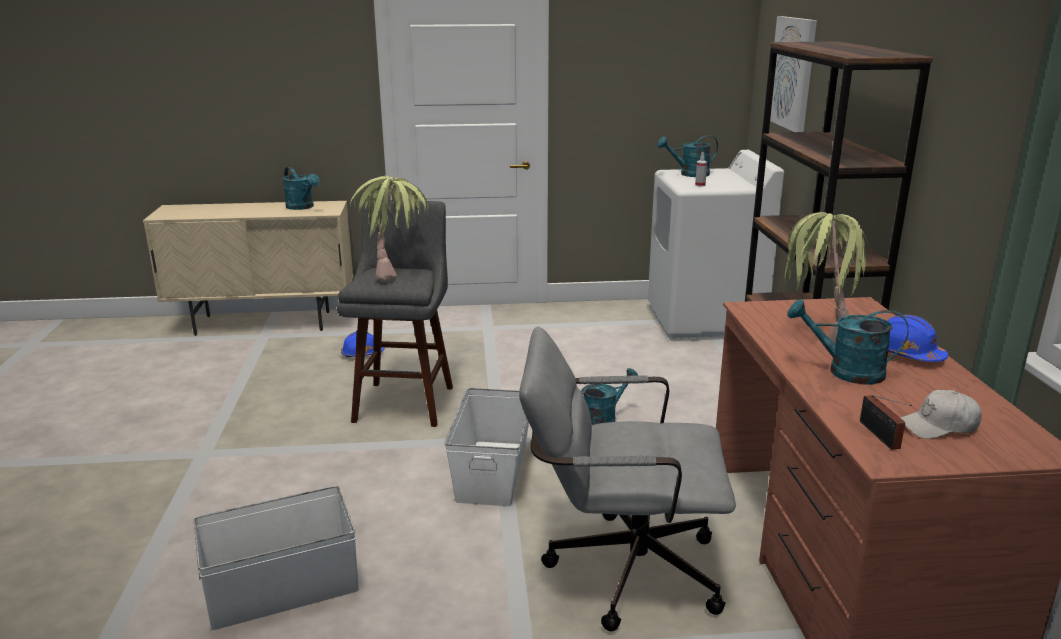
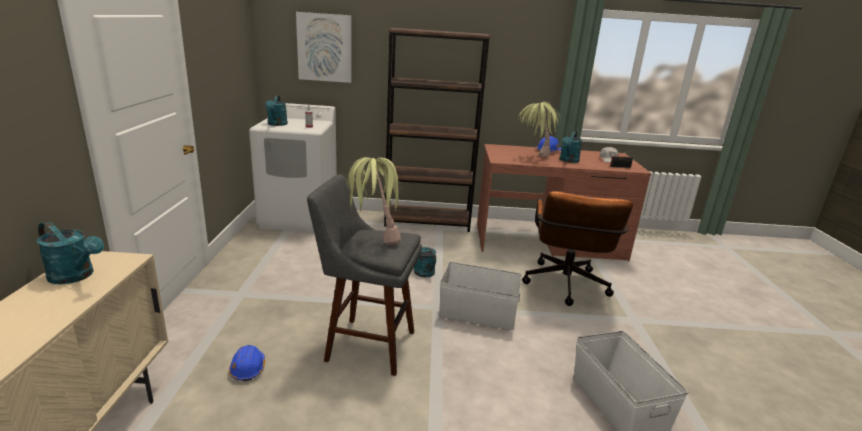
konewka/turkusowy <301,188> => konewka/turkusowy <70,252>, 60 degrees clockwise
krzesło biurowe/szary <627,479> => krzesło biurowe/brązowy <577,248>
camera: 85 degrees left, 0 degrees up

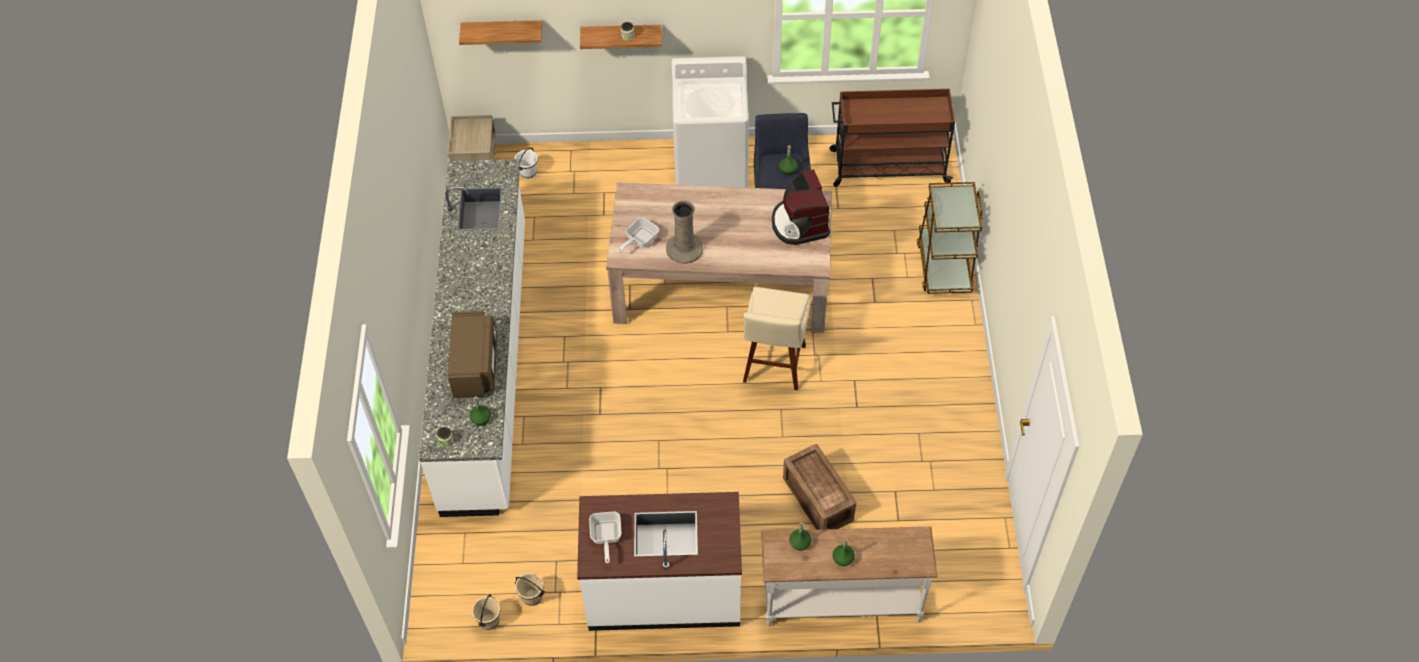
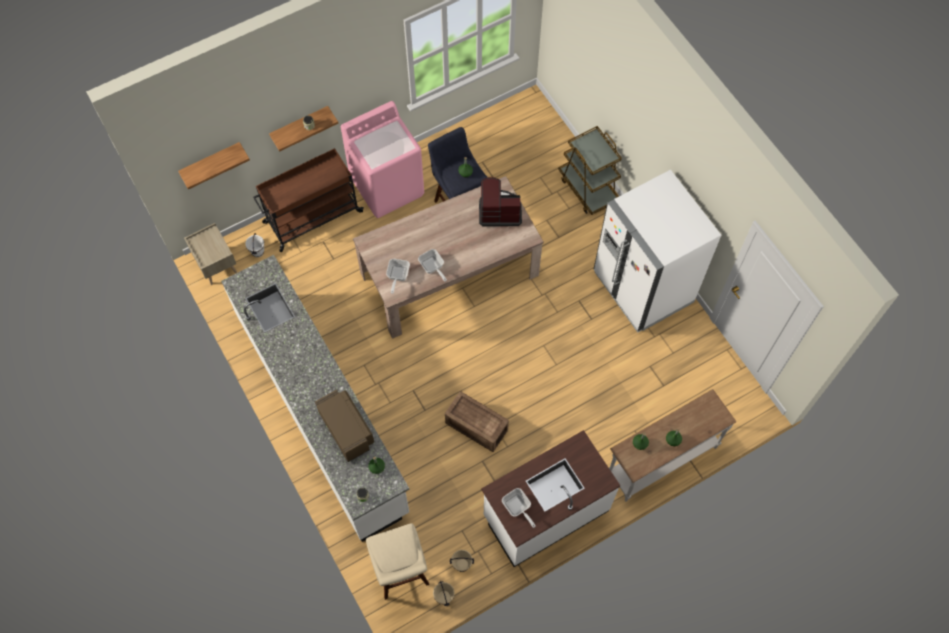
wózek/brązowy <892,138> => wózek/brązowy <308,200>, shifted
pralka/biały <710,122> => pralka/różowy <382,159>
stołek/beżowy <777,338> => stołek/beżowy <397,561>, shifted
wazon/beżowy <684,232> => patelnia <432,265>
skrzynka <819,487> => skrzynka <477,421>, shifted
ekspres do kawy <801,207> => ekspres do kawy <500,202>, 135 degrees clockwise
nothing => lodówka/biały <657,251>
camera: 30 degrees left, 10 degrees up

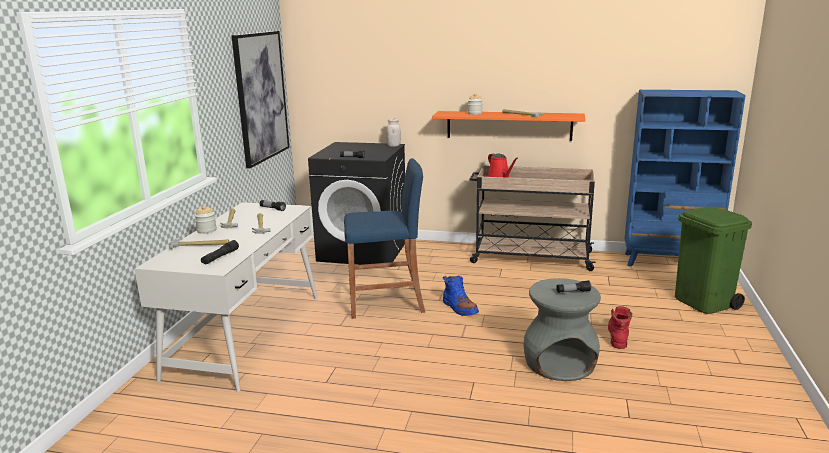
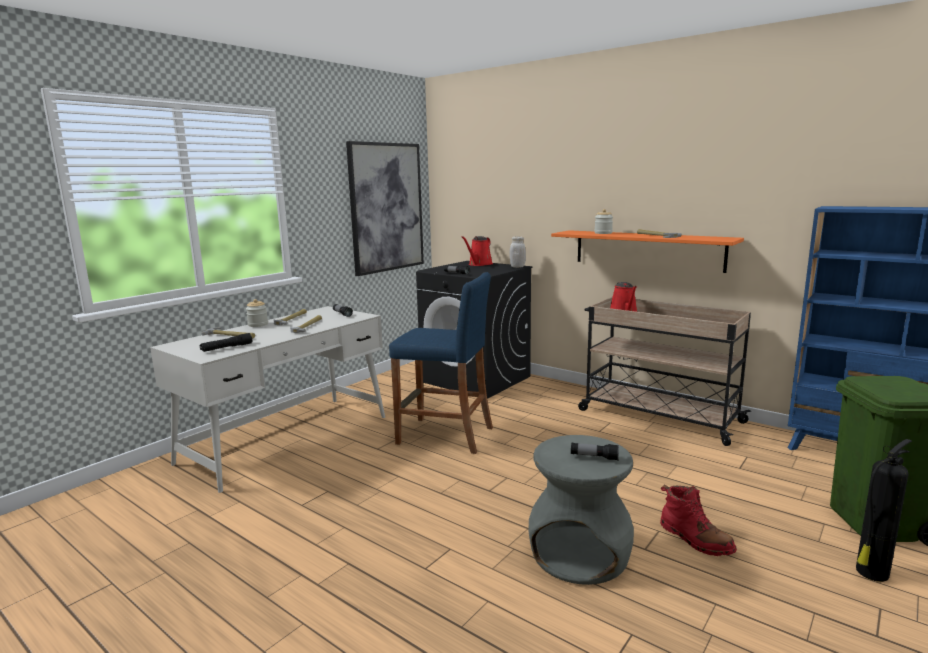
nothing => konewka/czerwony <477,251>
but z cholewką/czerwony <620,327> => but z cholewką/czerwony <698,520>, 105 degrees clockwise
nothing => gaśnica <884,510>
but z cholewką/niebieski <461,295> => nothing
camera: 25 degrees right, 5 degrees down

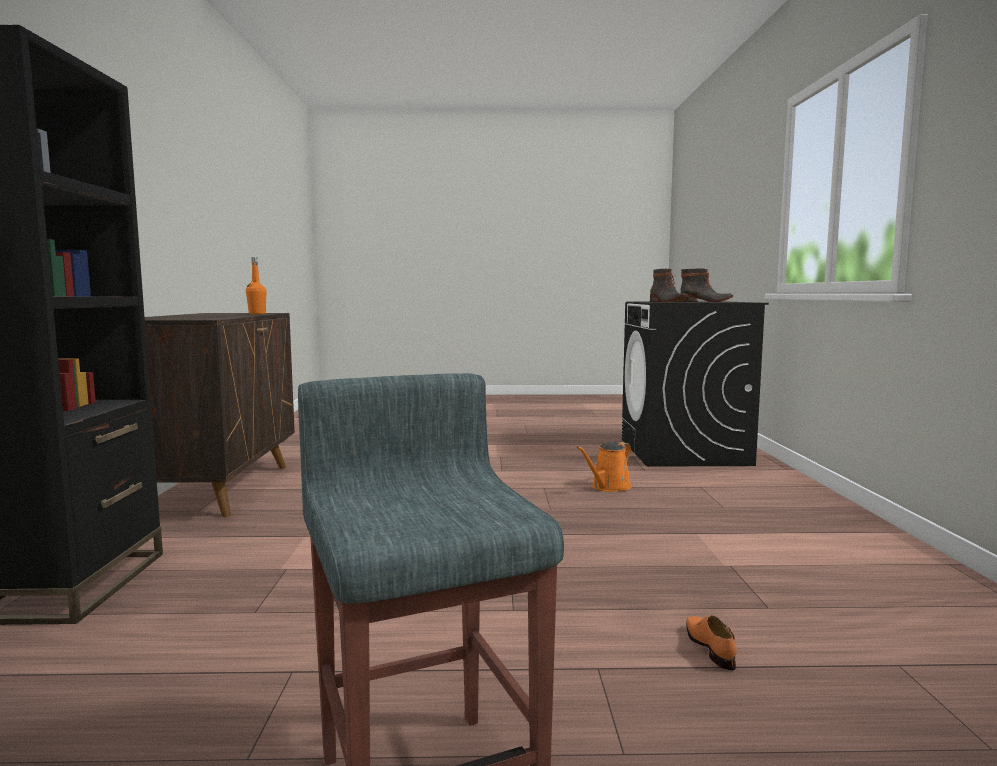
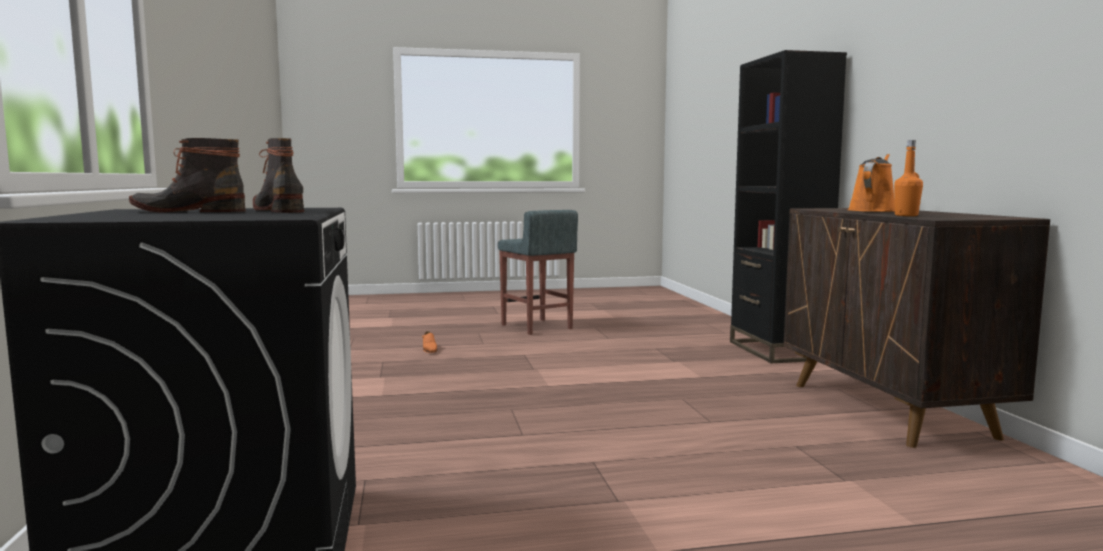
konewka/pomarańczowy <604,467> => konewka/pomarańczowy <871,183>, shifted
camera: 170 degrees right, 0 degrees up

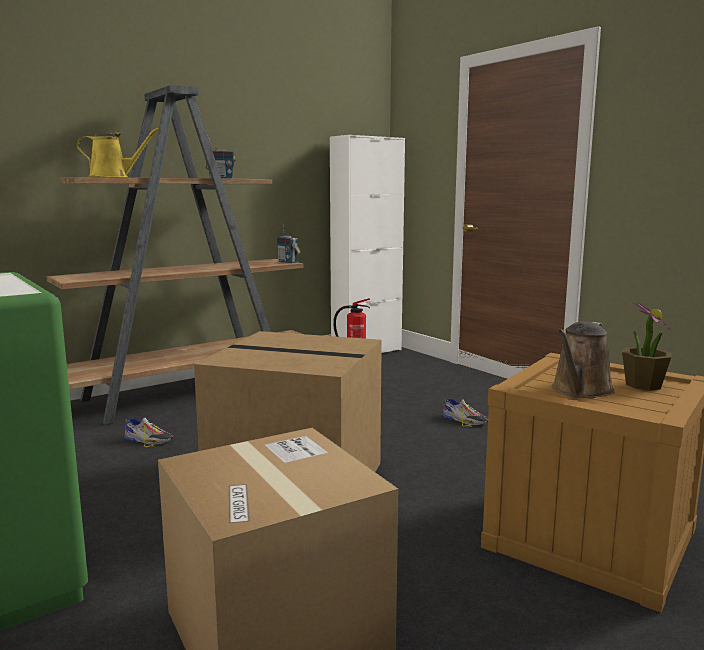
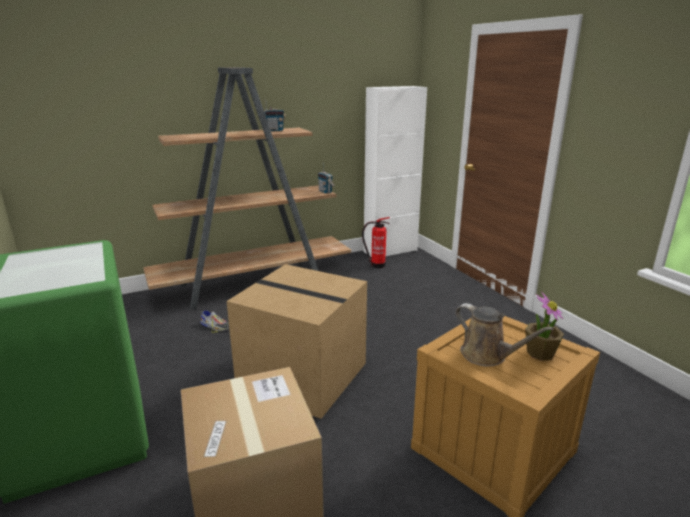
konewka/brązowy <583,360> => konewka/brązowy <505,335>, 90 degrees counterclockwise
konewka/żółty <117,152> => nothing
but <465,413> => nothing
camera: 10 degrees right, 10 degrees up

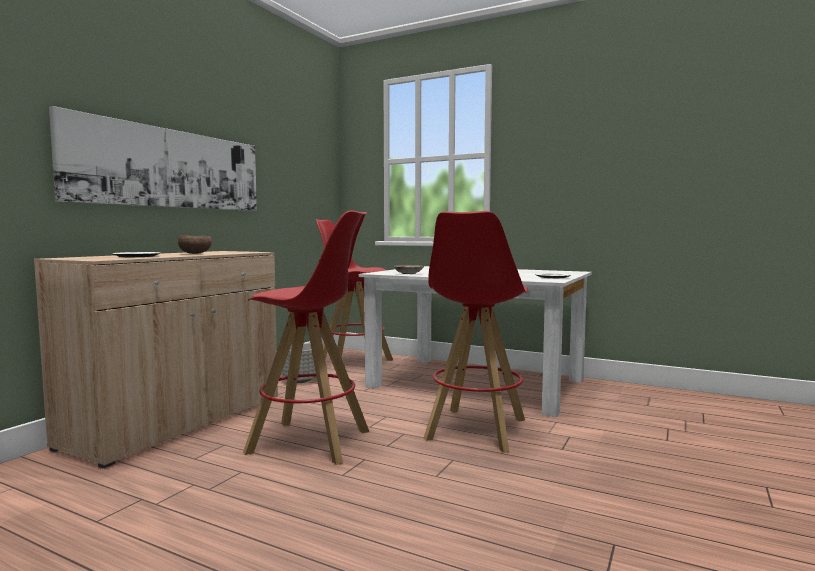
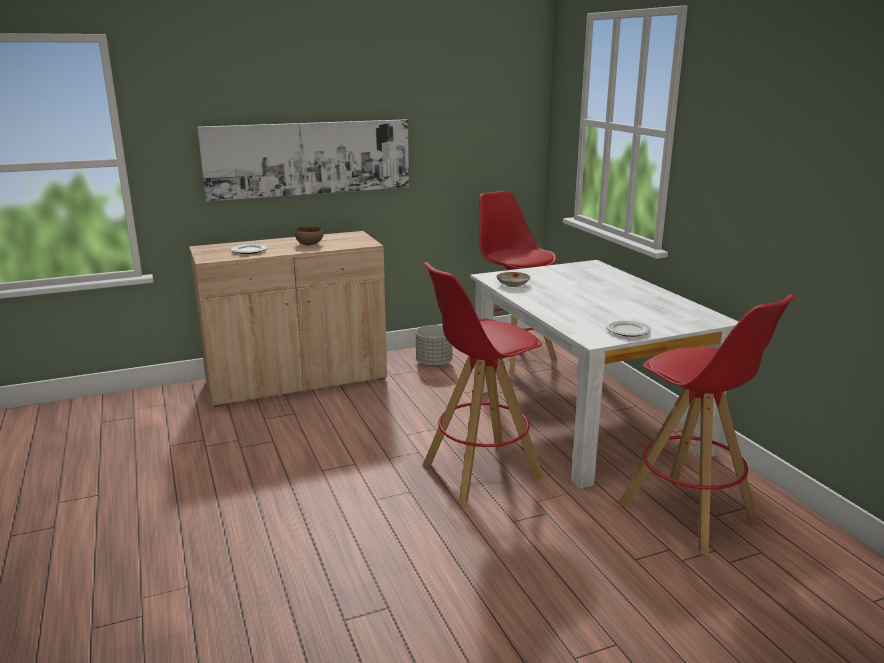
stołek/czerwony <306,337> => stołek/czerwony <707,424>, shifted
camera: 40 degrees right, 15 degrees up

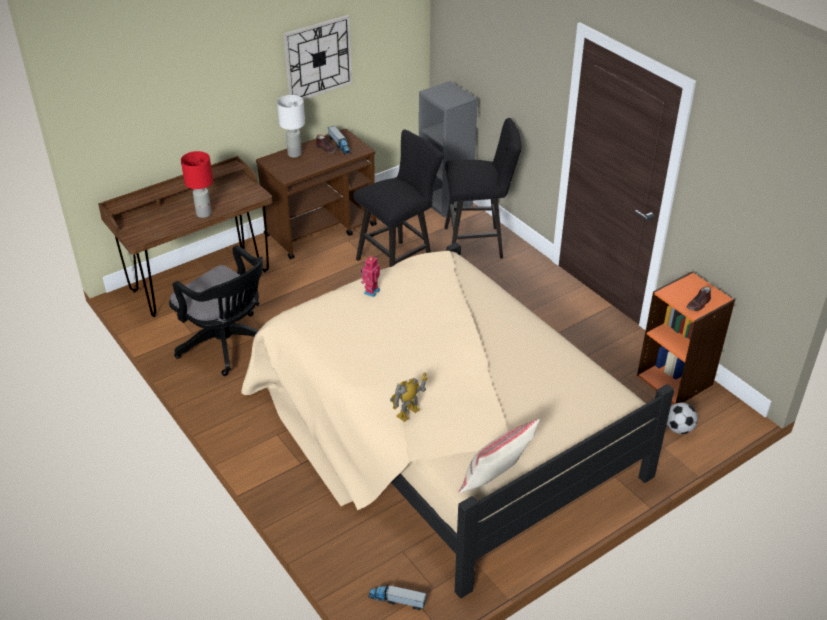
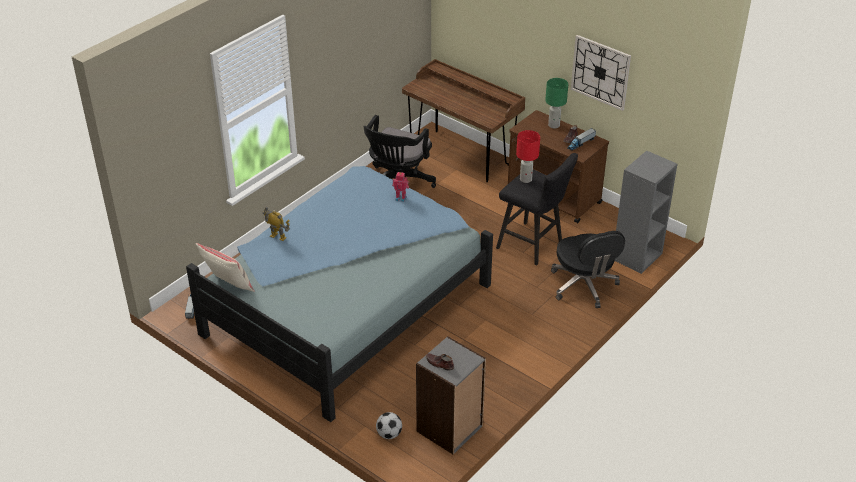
łóżko/beżowy <458,420> => łóżko/niebieski <339,294>
regał/pomarańczowy <686,338> => regał/szary <451,395>
lampa stołowa/czerwony <197,184> => lampa stołowa/czerwony <528,156>, shifted
lampa stołowa/biały <291,126> => lampa stołowa/zielony <556,103>
stołek/czarny <482,188> => krzesło biurowe/czarny <588,269>
camera: 75 degrees right, 0 degrees up

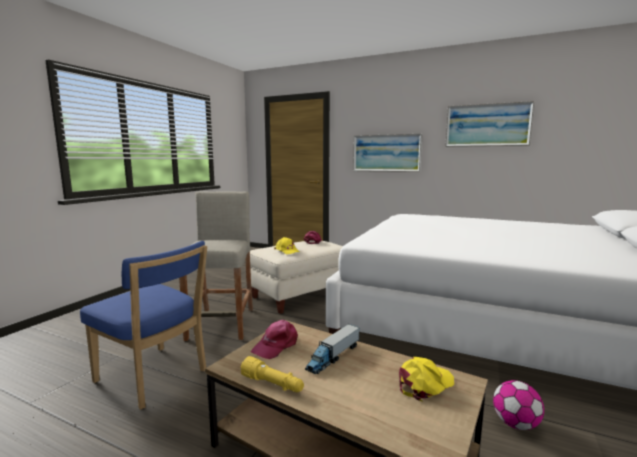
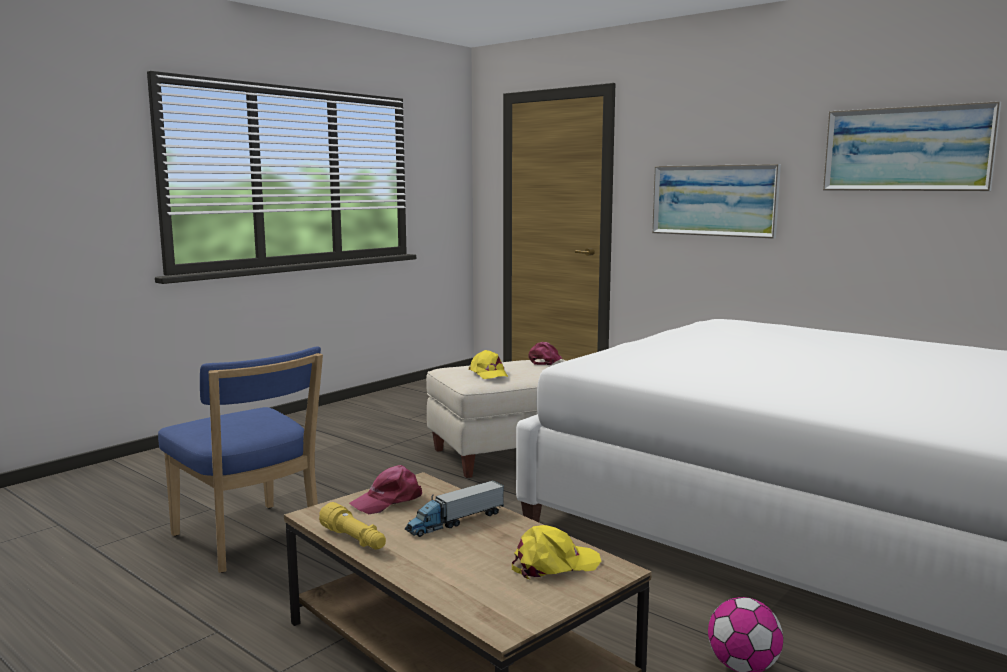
stołek/beżowy <216,266> => nothing
camera: 15 degrees right, 0 degrees up

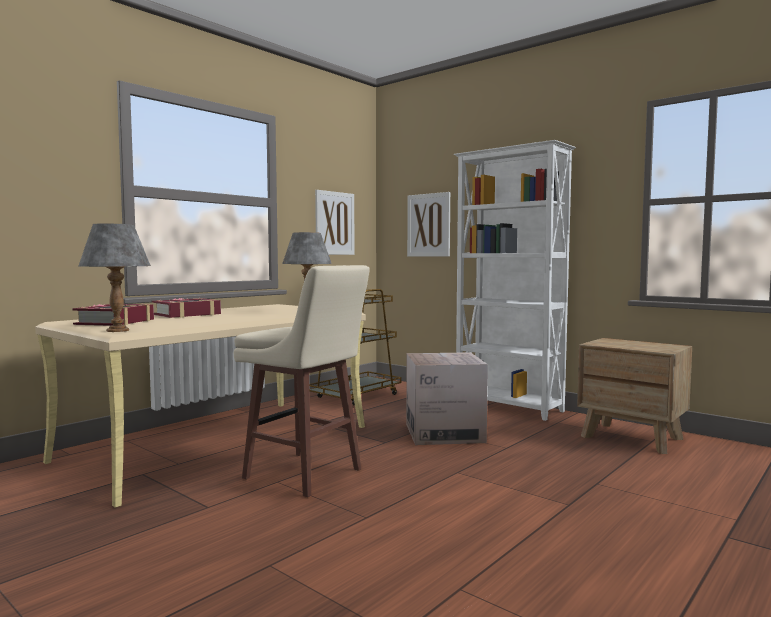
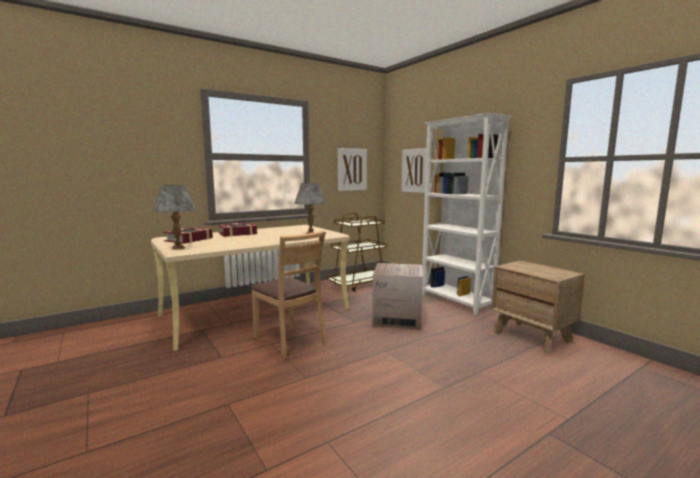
stołek/beżowy <302,381> => krzesło/brązowy <288,295>
camera: 15 degrees right, 5 degrees up

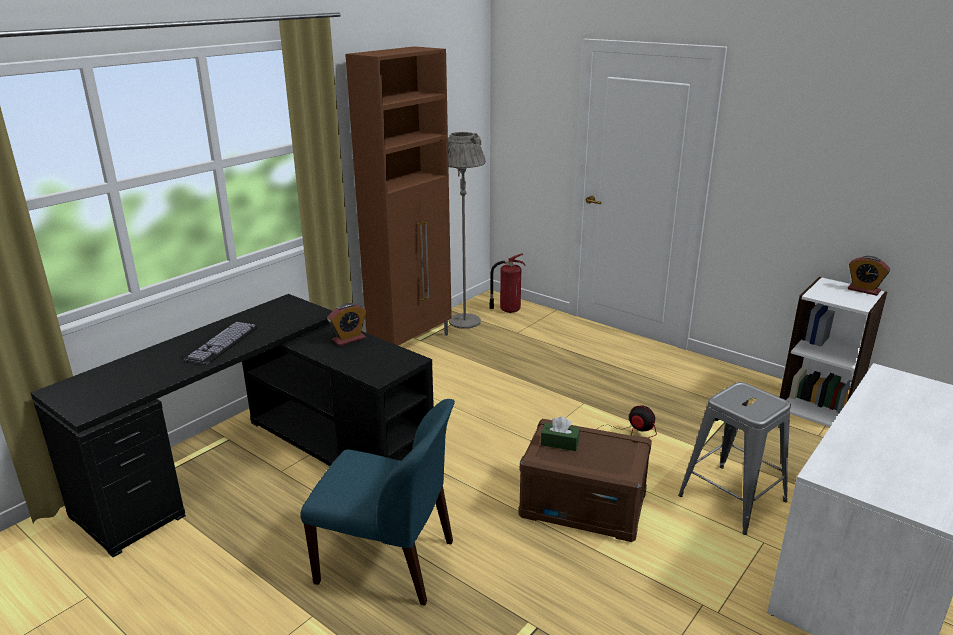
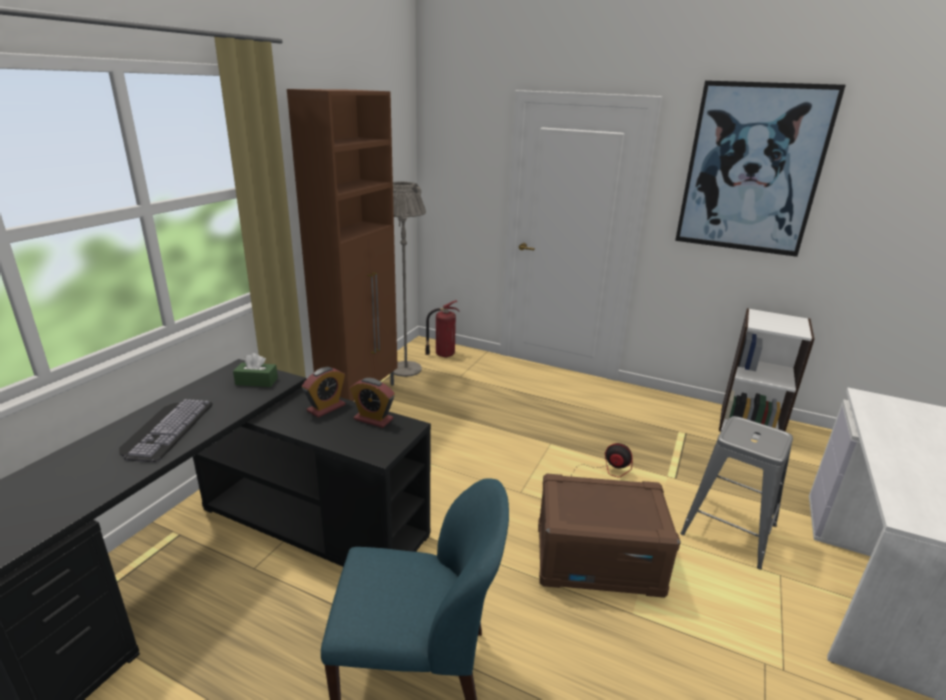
pudełko chusteczek/zielony <560,433> => pudełko chusteczek/zielony <255,370>, shifted
budzik <869,276> => budzik <372,403>, shifted
nothing => obraz <760,168>
camera: 15 degrees left, 0 degrees up

